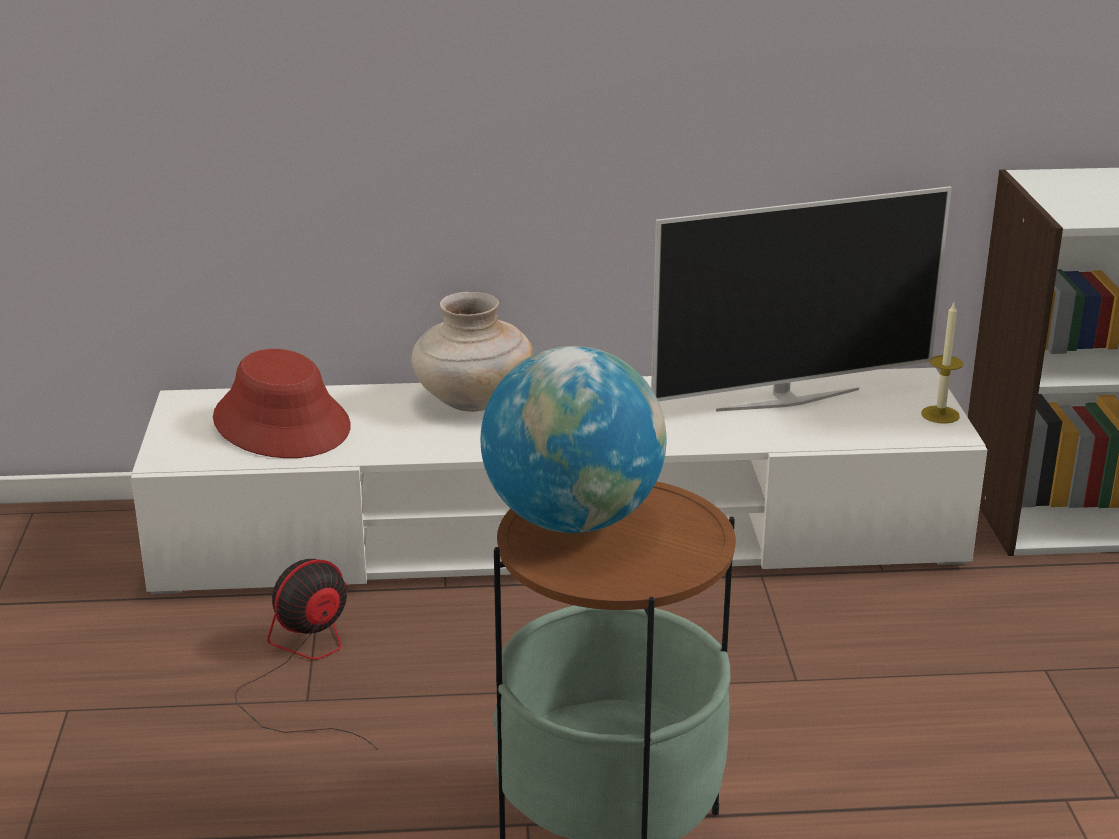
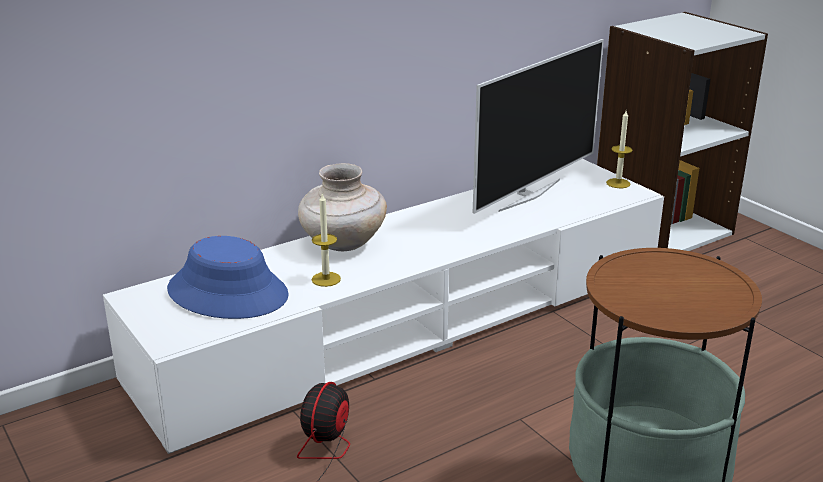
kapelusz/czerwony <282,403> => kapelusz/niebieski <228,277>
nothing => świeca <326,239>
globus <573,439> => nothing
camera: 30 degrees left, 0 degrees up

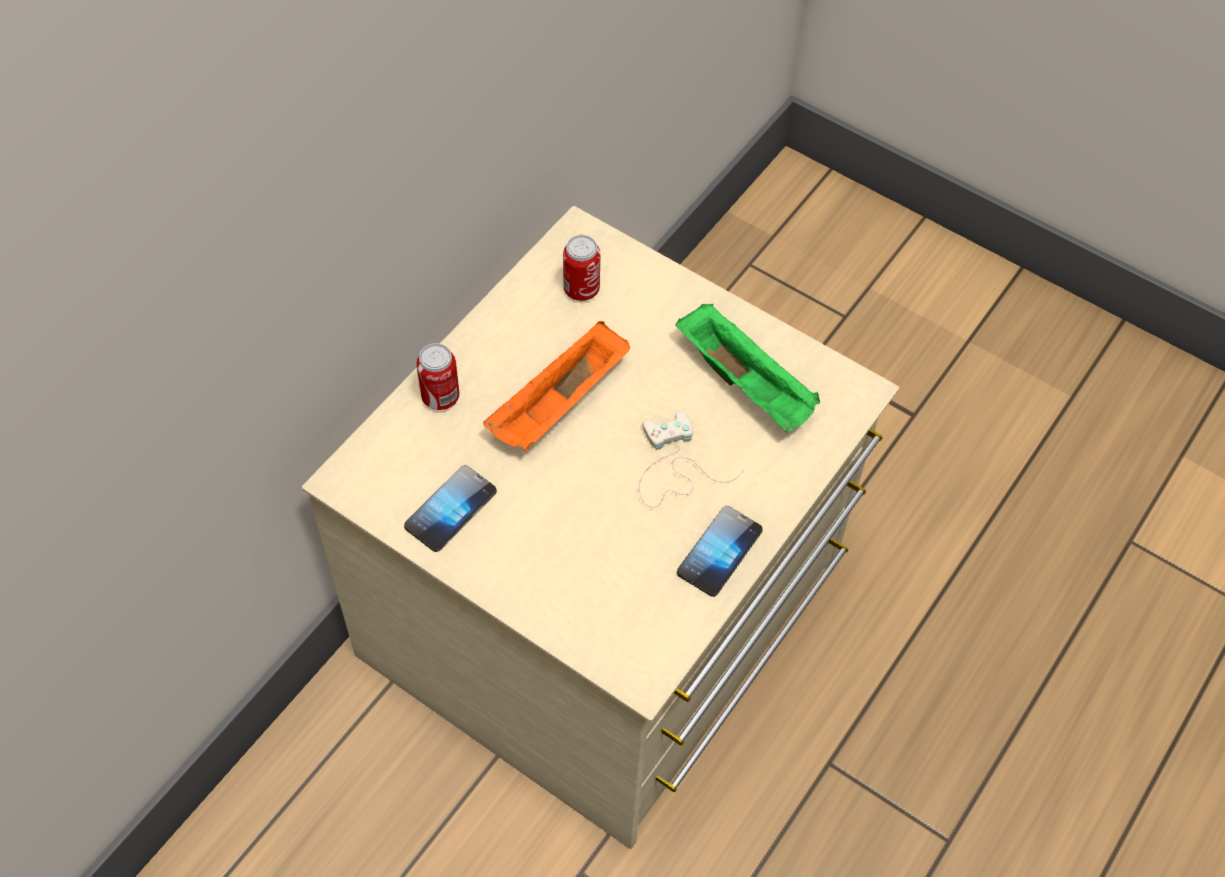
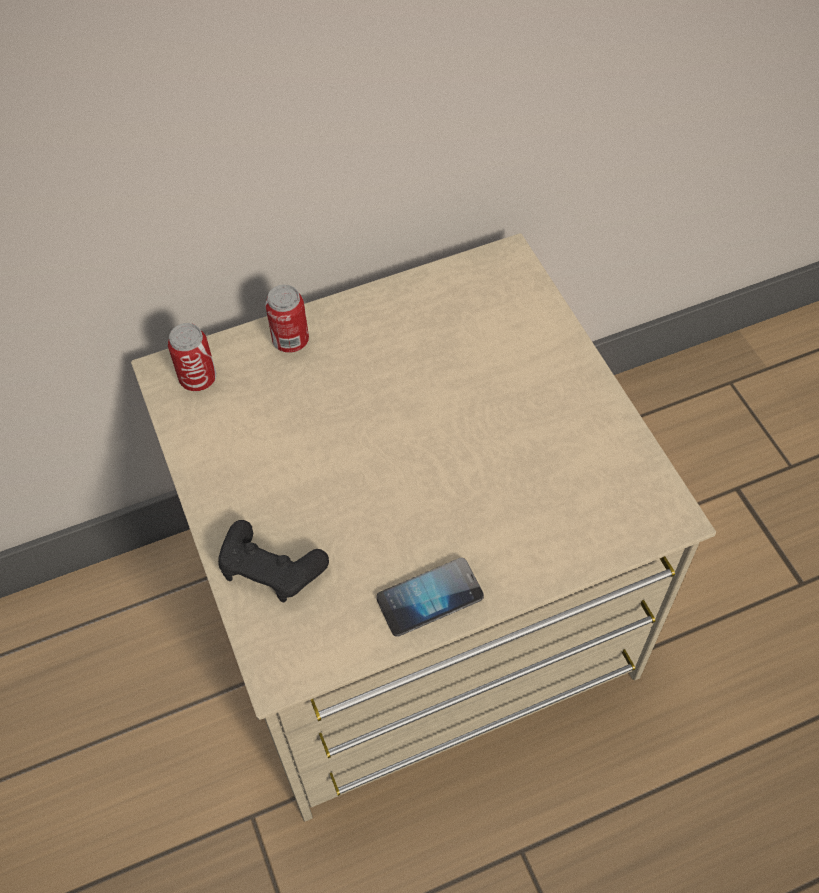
puszka <581,268> => puszka <192,357>, shifted
nothing => pad do gier/czarny <273,561>
telefon <450,508> => nothing
taca/pomarańczowy <556,386> => nothing
pad do gier/biały <691,458> => nothing
taca/zielony <748,368> => nothing
camera: 35 degrees right, 0 degrees up

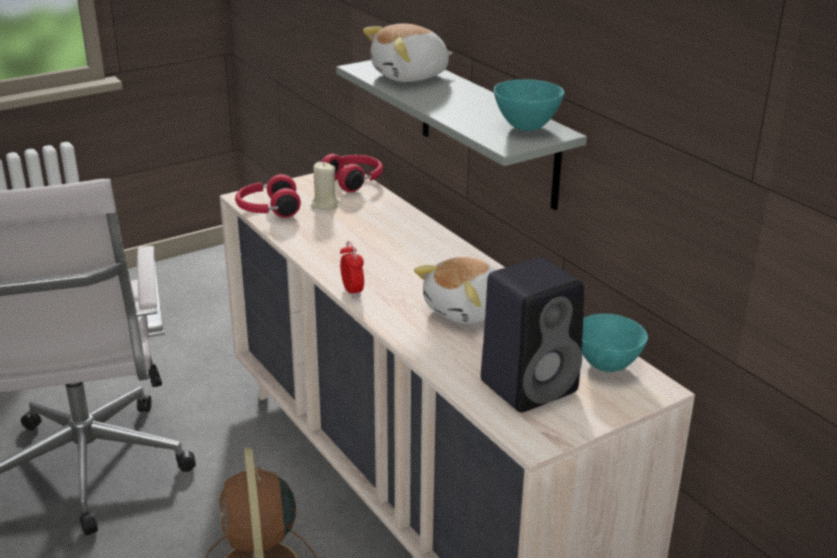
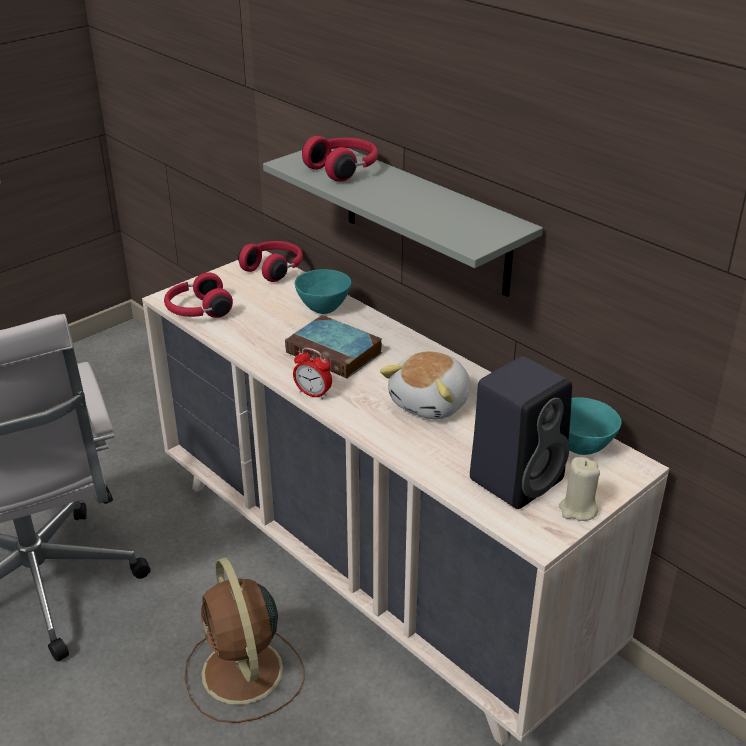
nothing => książka <333,347>
budzik <352,269> => budzik <312,374>, 150 degrees clockwise
miska/turkusowy <529,105> => miska/turkusowy <323,291>, shifted
pluszak <407,52> => słuchawki/czerwony <340,159>
świeca/beżowy <325,186> => świeca/beżowy <579,489>, shifted
camera: 10 degrees left, 5 degrees up

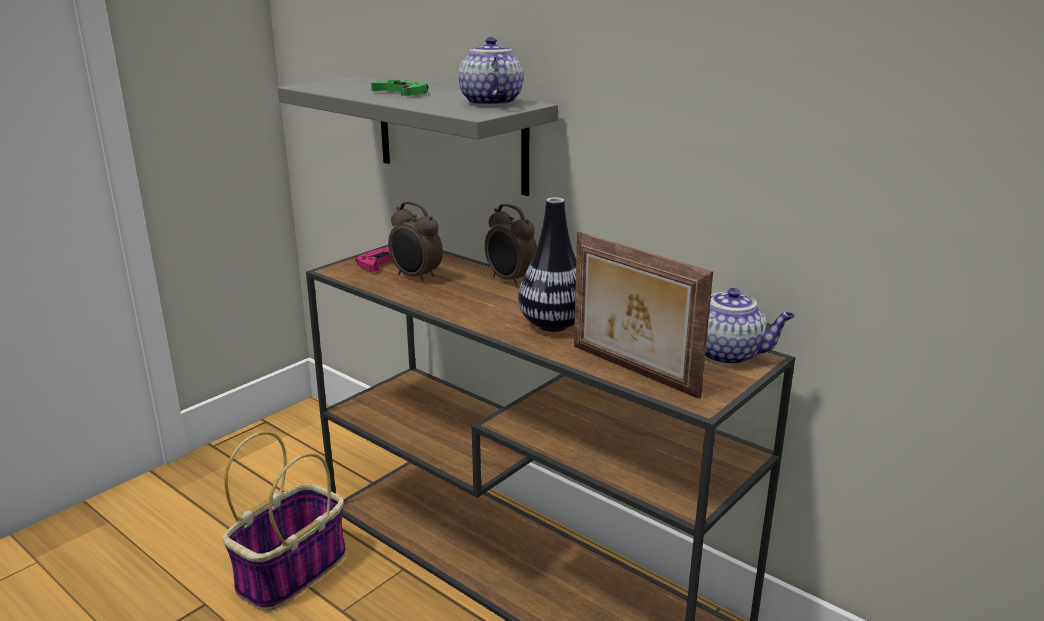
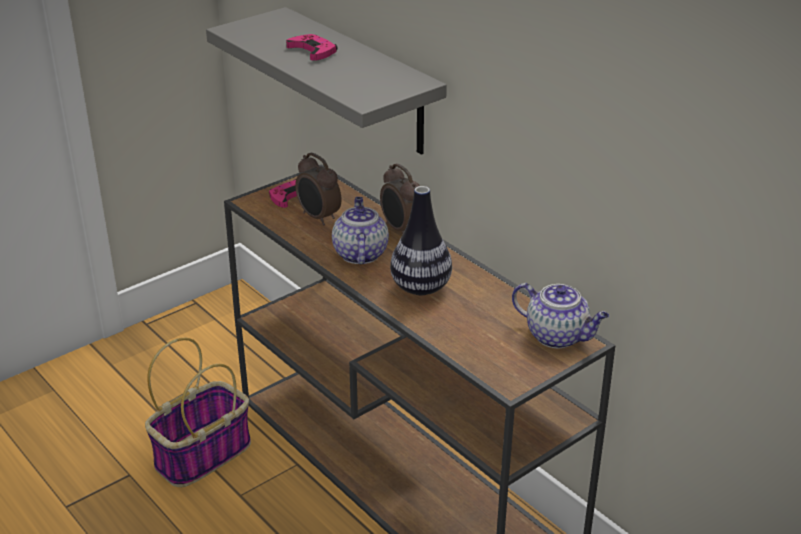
pad do gier/zielony <399,88> => pad do gier/różowy <311,47>
imbryk <490,71> => imbryk <360,231>, shifted
ramka na zdjęcie <643,315> => nothing
camera: 10 degrees right, 10 degrees up

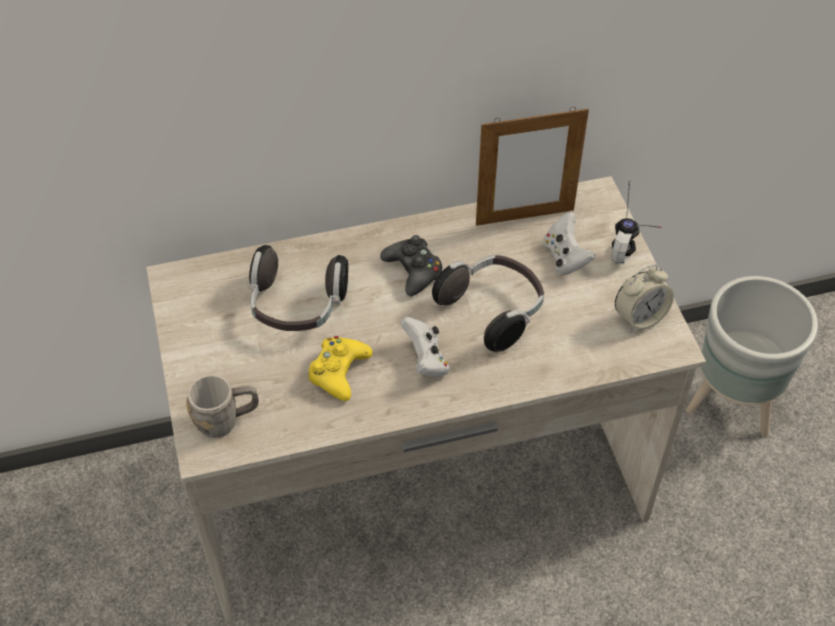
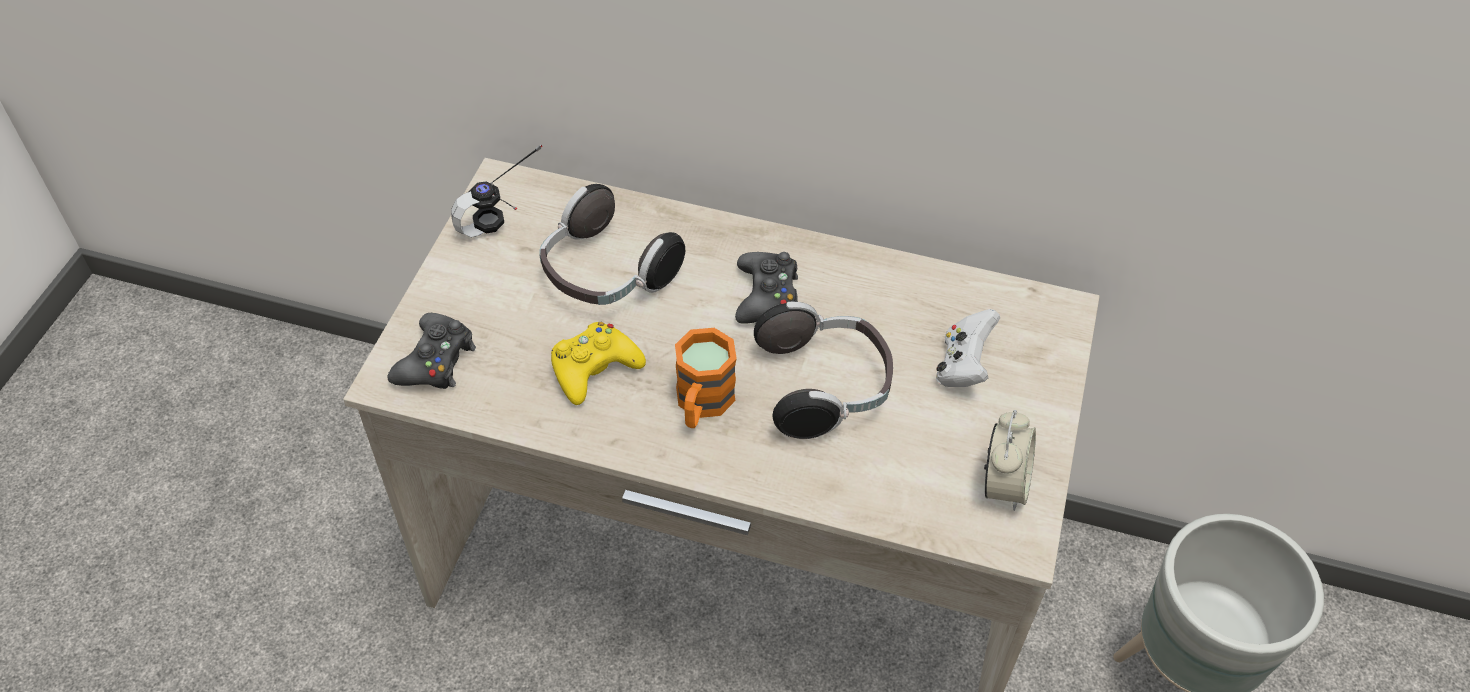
kubek/szary <222,406> => pad do gier/czarny <431,351>
słuchawki <636,221> => słuchawki <496,191>, shifted
pad do gier/biały <425,347> => kubek/pomarańczowy <706,378>
budzik <644,298> => budzik <1010,460>, 75 degrees counterclockwise
ramka na zdjęcie <532,166> => nothing
camera: 30 degrees right, 0 degrees up

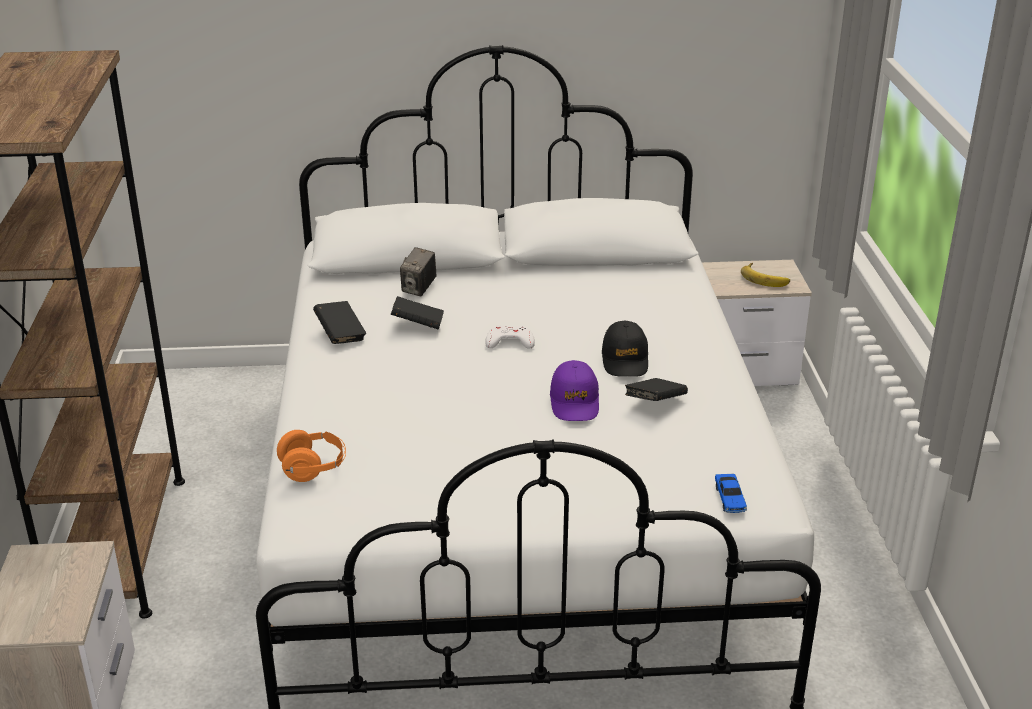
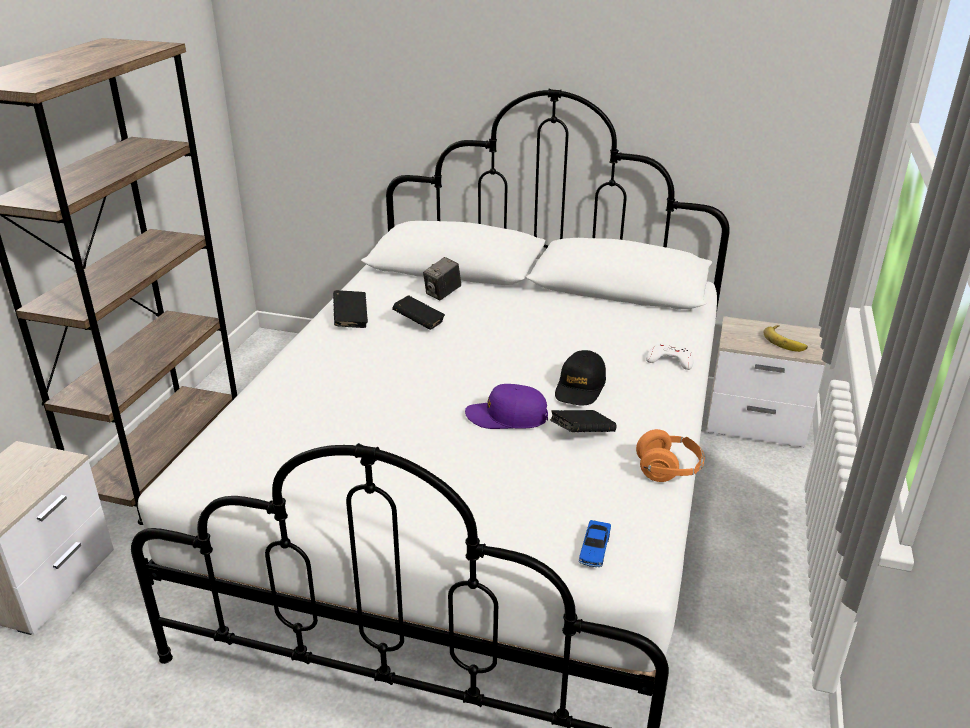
czapka z daszkiem/fioletowy <574,390> => czapka z daszkiem/fioletowy <506,406>, 75 degrees clockwise
słuchawki/pomarańczowy <311,456> => słuchawki/pomarańczowy <670,455>, shifted
pad do gier/biały <510,337> => pad do gier/biały <669,356>, shifted
camera: 20 degrees right, 0 degrees up

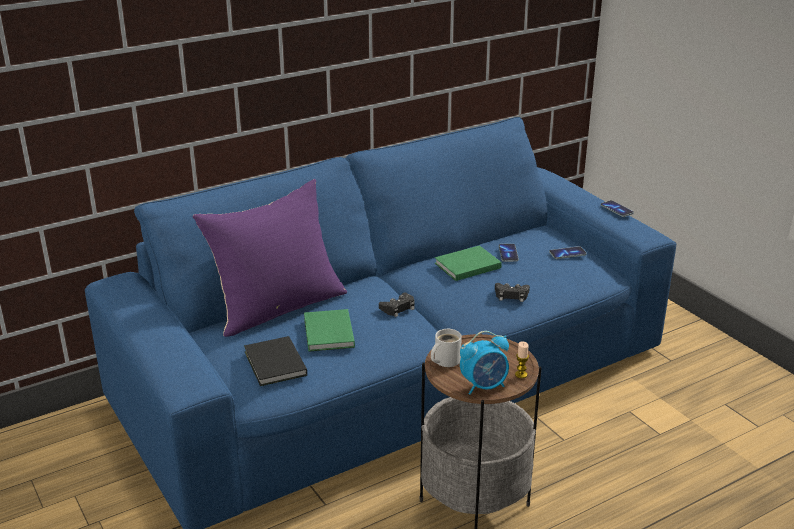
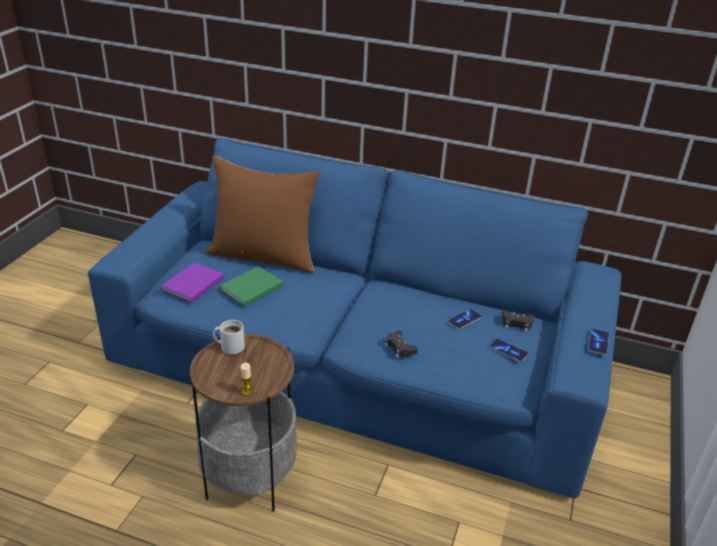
książka/czarny <275,361> => książka/fioletowy <193,283>
poduszka/fioletowy <269,258> => poduszka/brązowy <263,214>
pad do gier/czarny <397,305> => pad do gier/czarny <518,320>, shifted
książka/zielony <468,263> => nothing
budzik <484,363> => nothing
camera: 50 degrees right, 5 degrees up

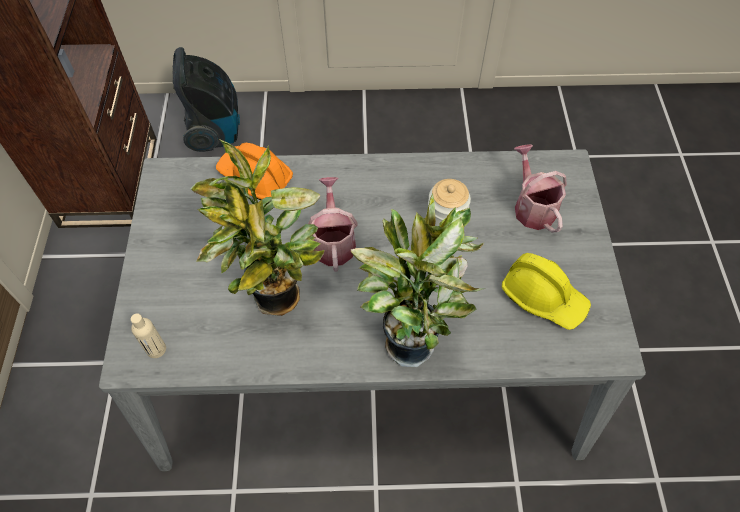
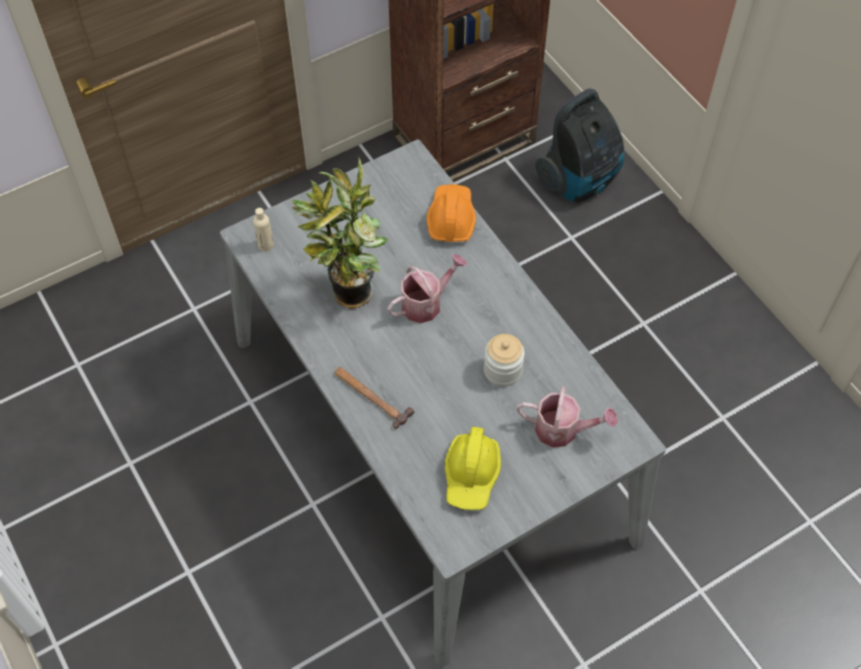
roślina doniczkowa <418,280> => młotek <374,398>
konewka <540,188> => konewka <567,417>, 60 degrees clockwise
camera: 60 degrees right, 0 degrees up

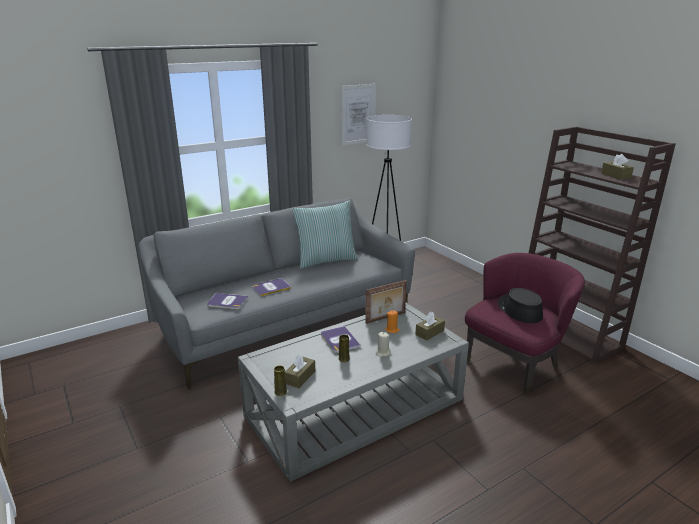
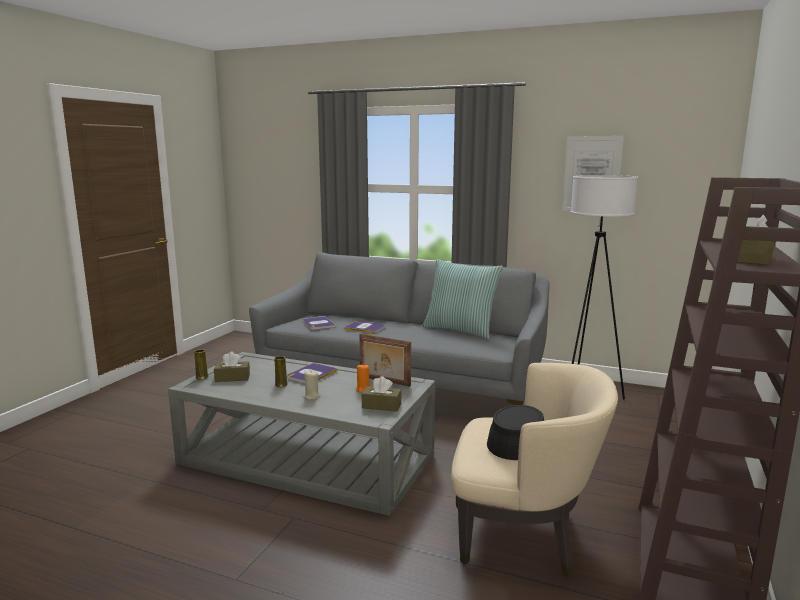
fotel/fioletowy <525,323> => fotel/beżowy <534,470>
camera: 55 degrees right, 10 degrees down

